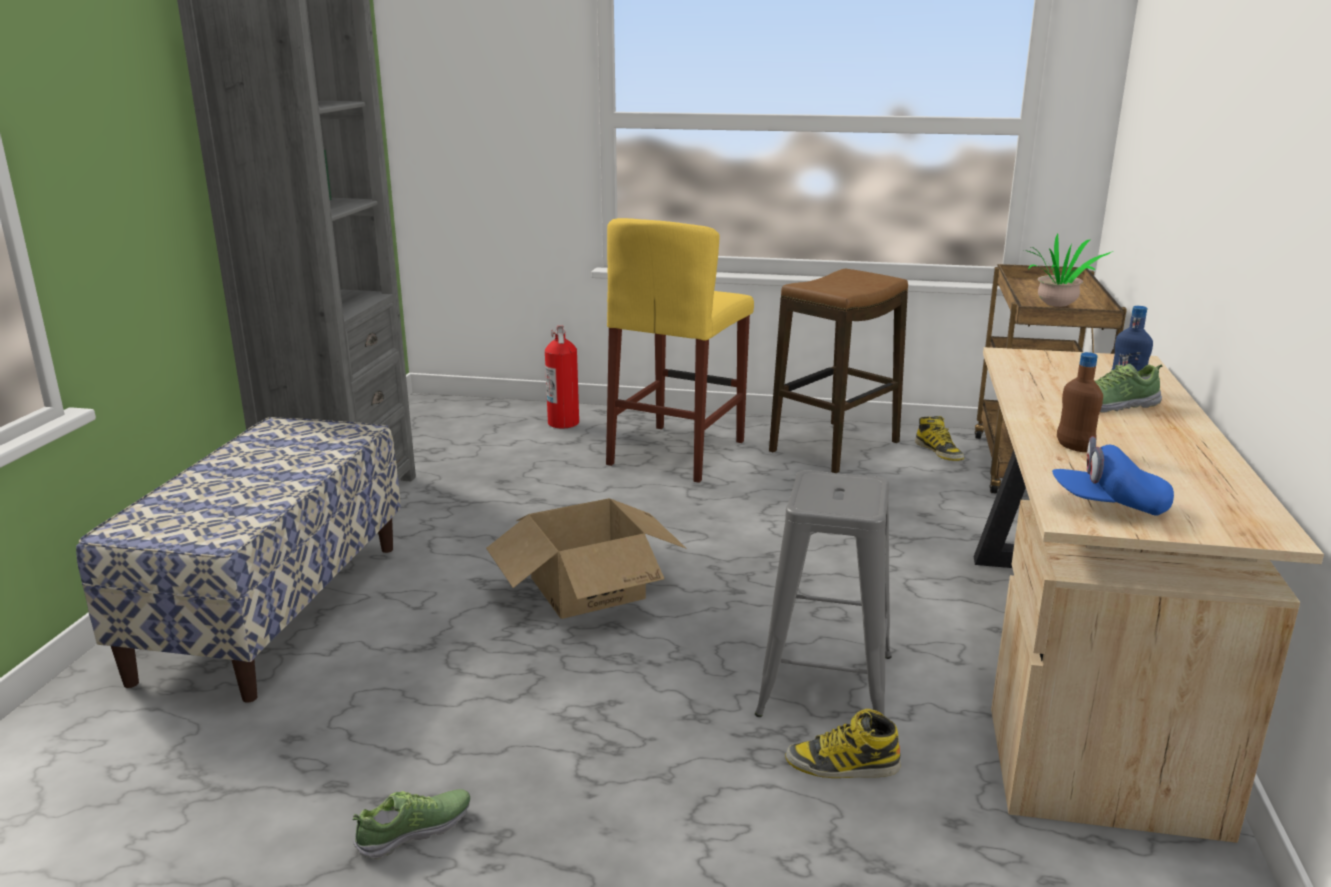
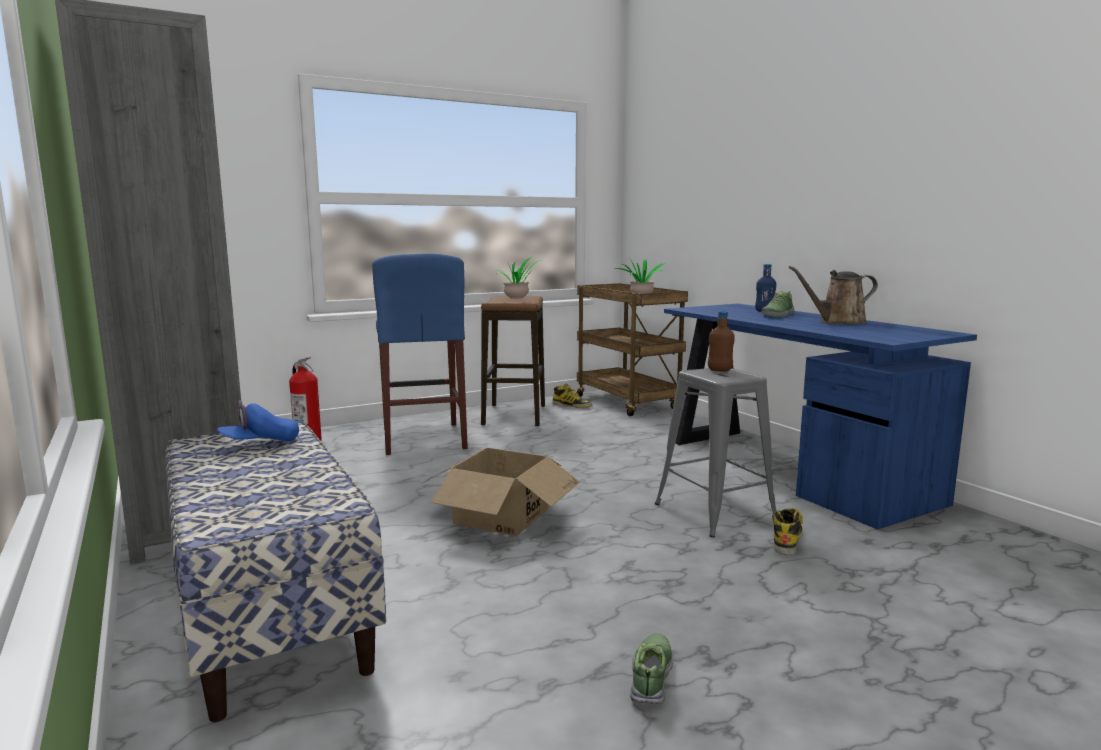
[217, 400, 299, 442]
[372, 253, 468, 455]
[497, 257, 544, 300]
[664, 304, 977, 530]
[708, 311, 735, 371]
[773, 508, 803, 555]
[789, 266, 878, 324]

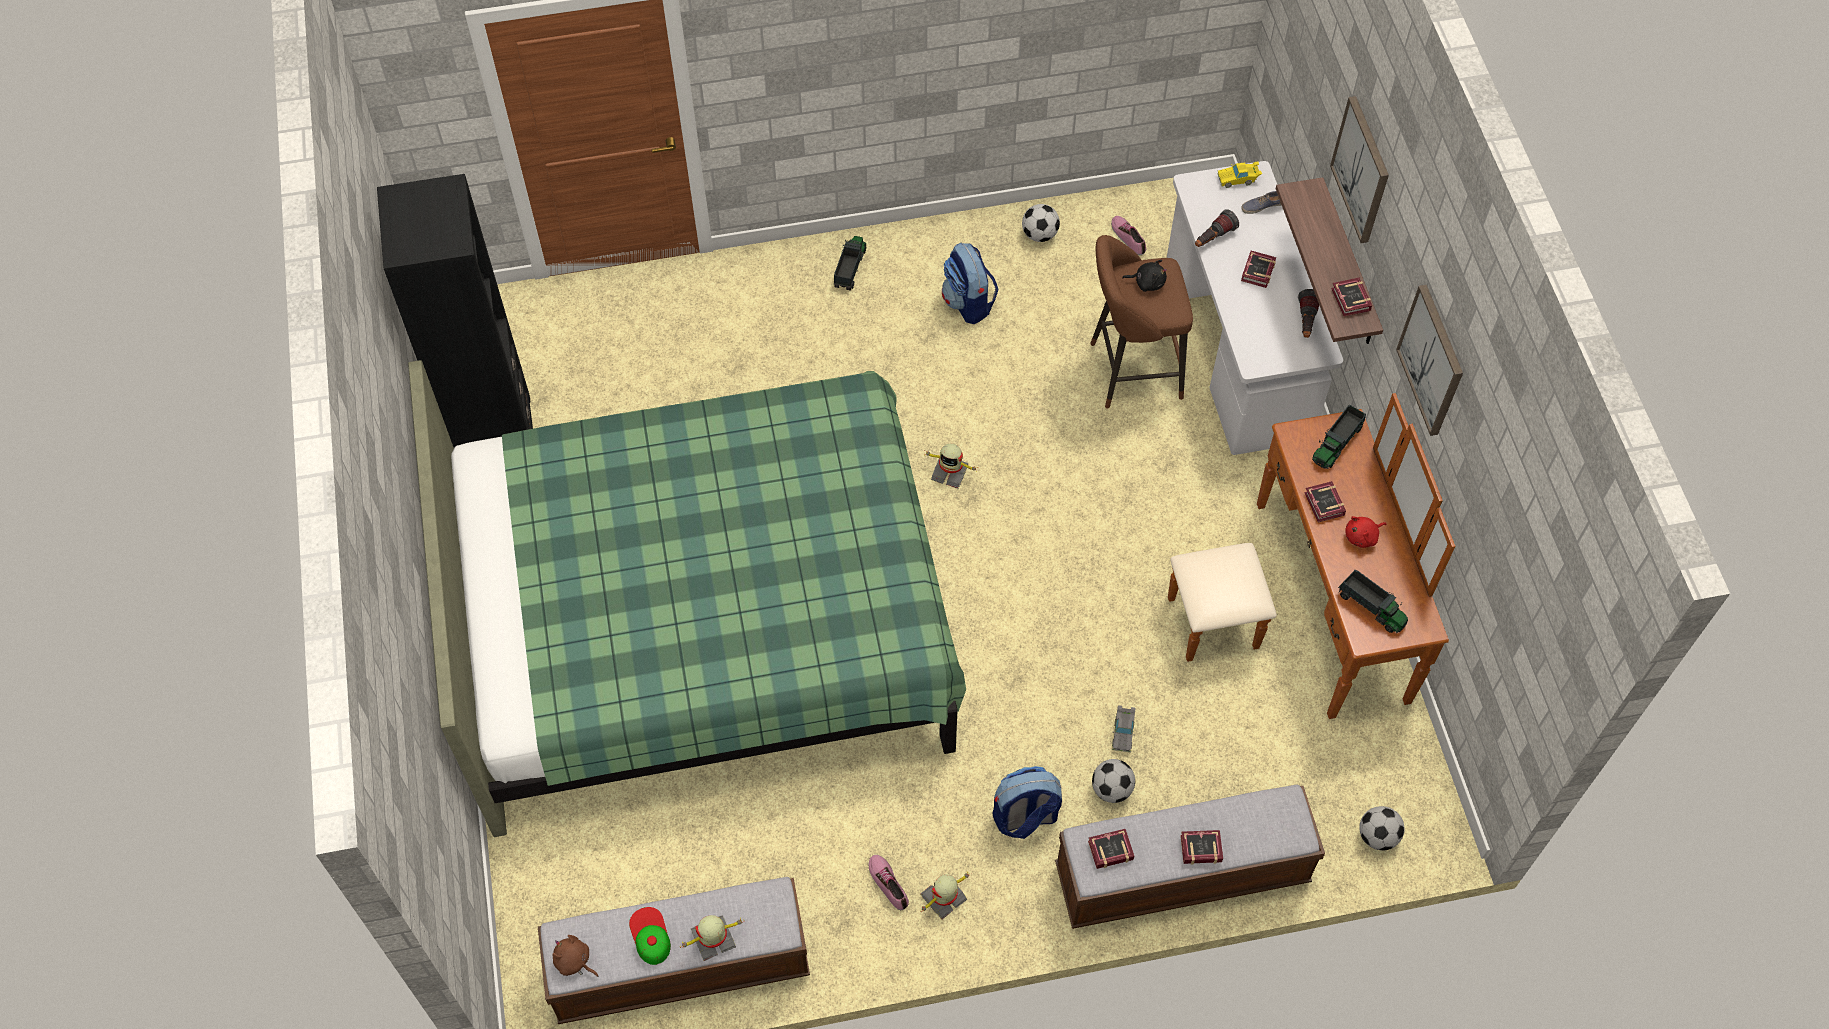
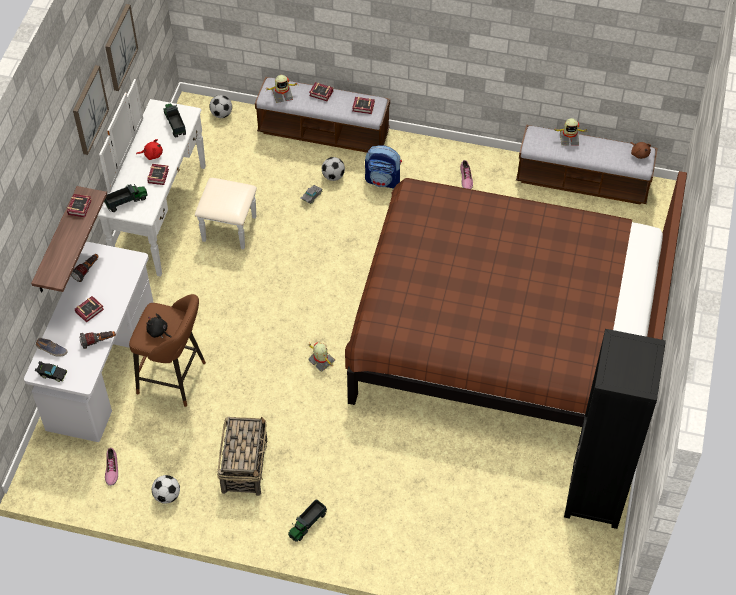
[35, 361, 67, 382]
[98, 79, 257, 277]
[105, 4, 138, 91]
[217, 417, 267, 496]
[265, 75, 298, 103]
[345, 171, 687, 427]
[629, 907, 671, 965] (first image)

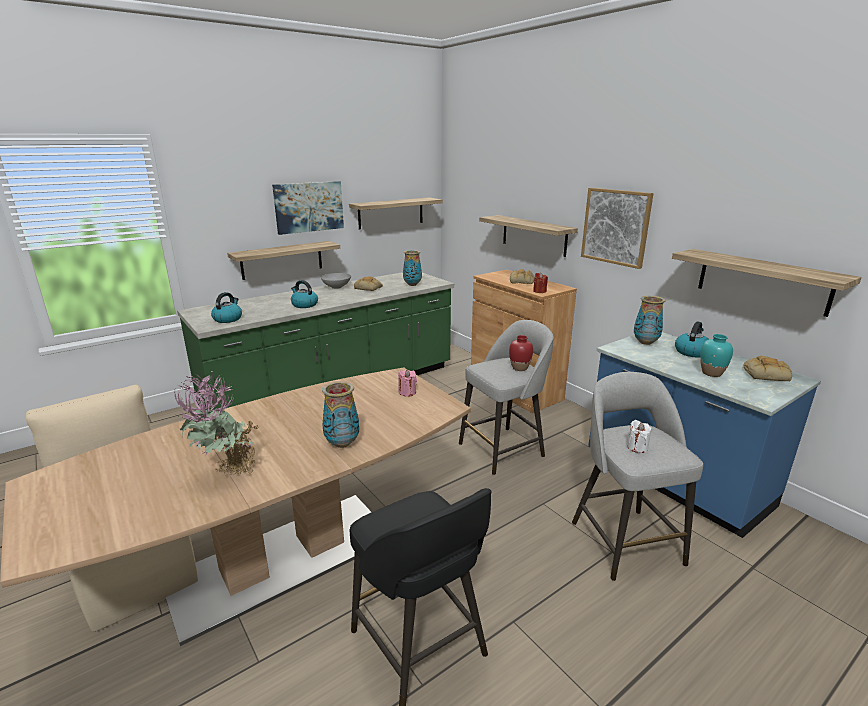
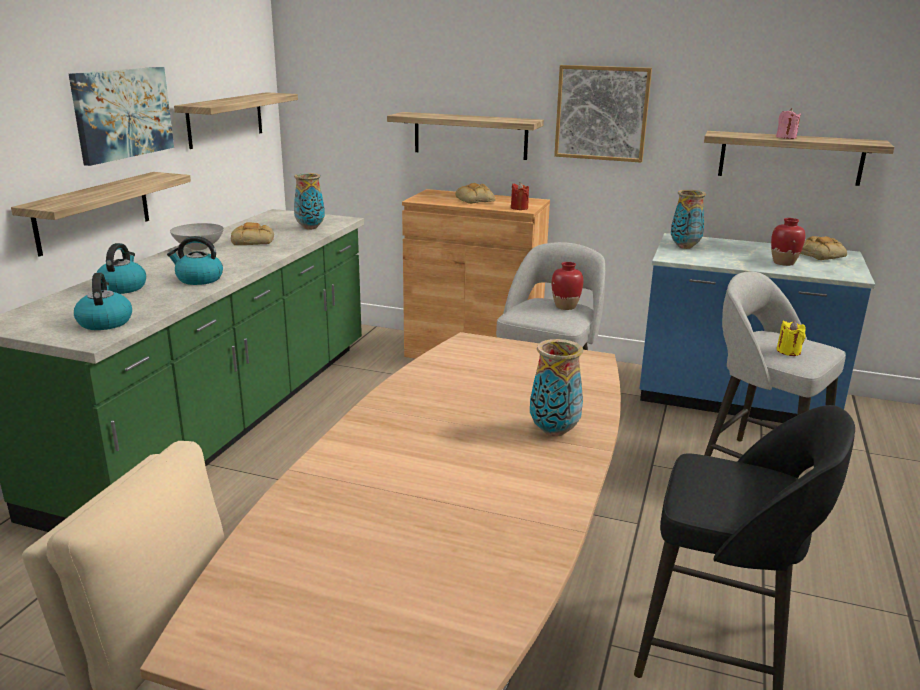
[96, 243, 146, 294]
[771, 218, 805, 266]
[776, 108, 801, 139]
[777, 321, 806, 356]
[174, 374, 258, 479] (first image)

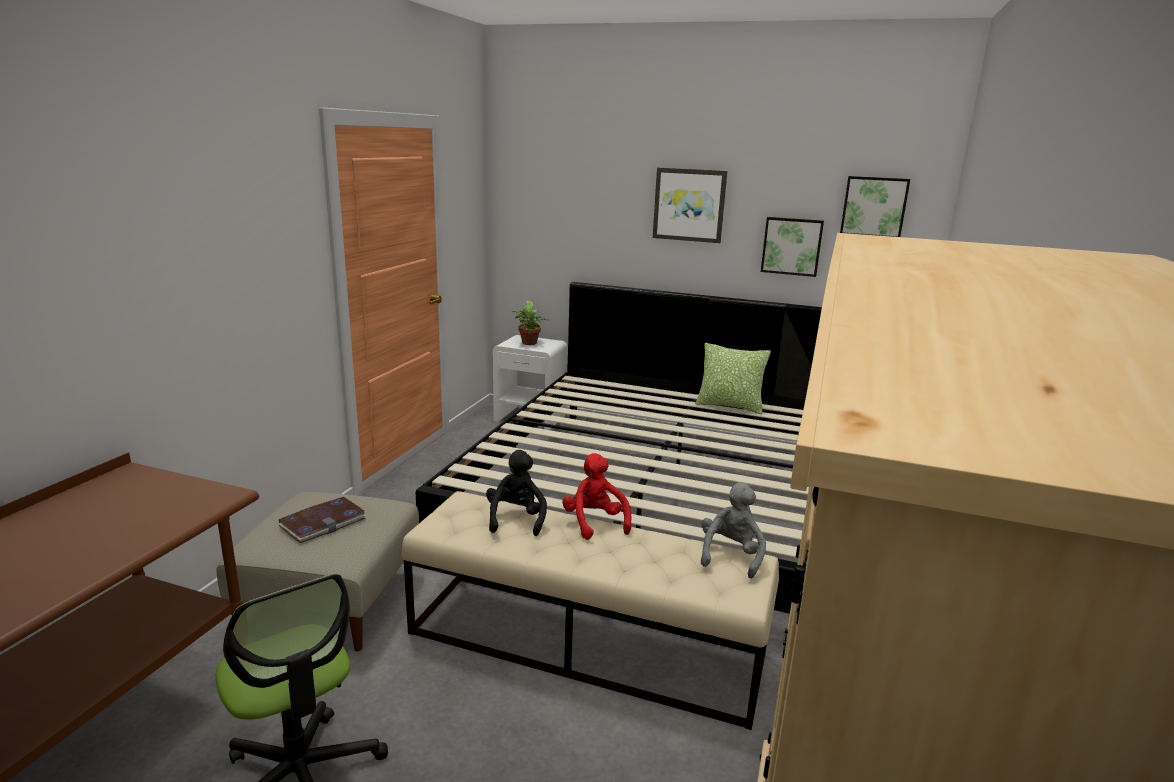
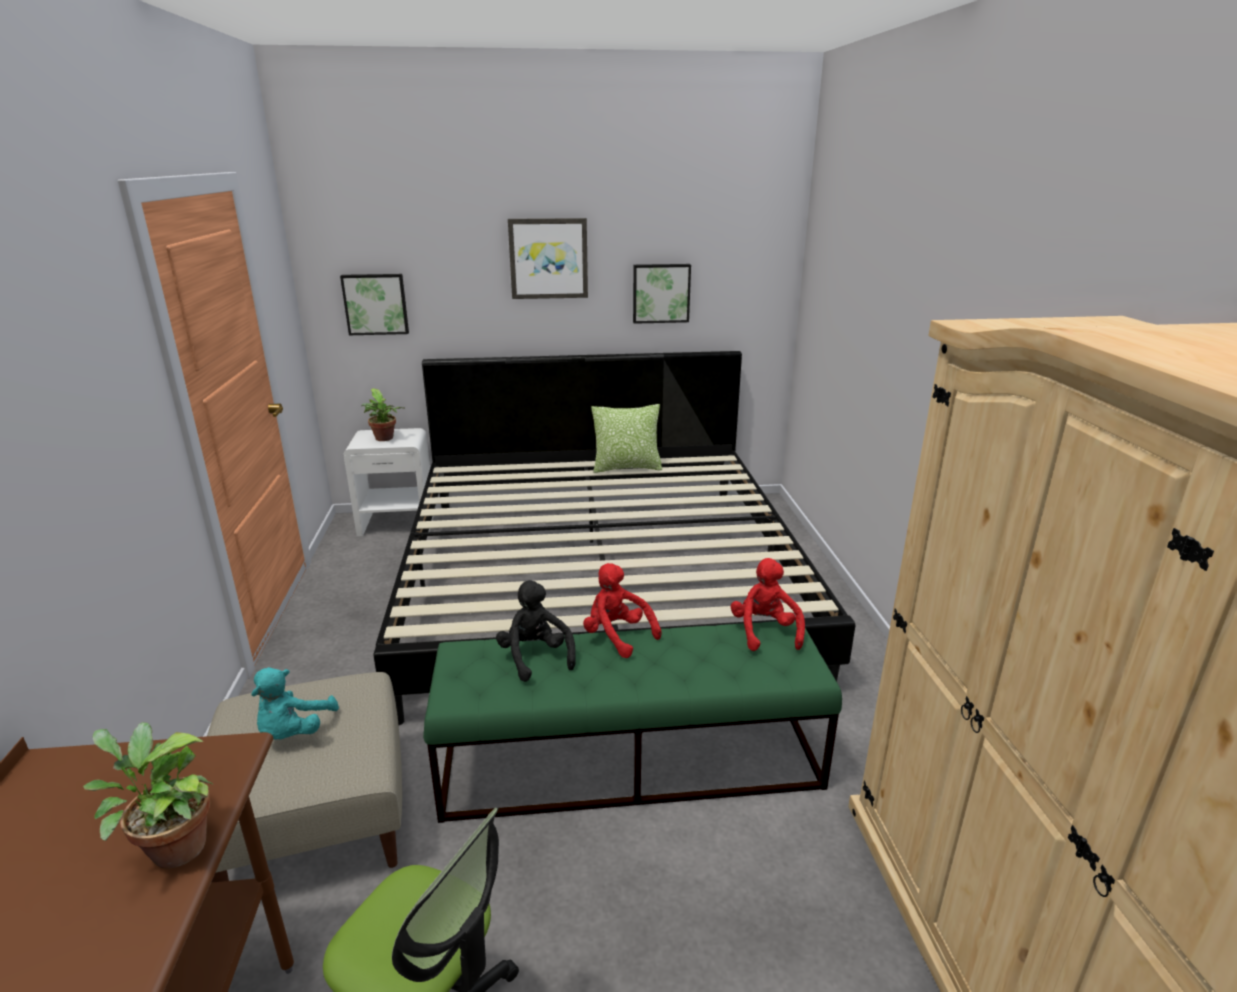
[83, 722, 213, 869]
[251, 667, 339, 740]
[340, 274, 409, 335]
[423, 620, 842, 823]
[731, 558, 805, 651]

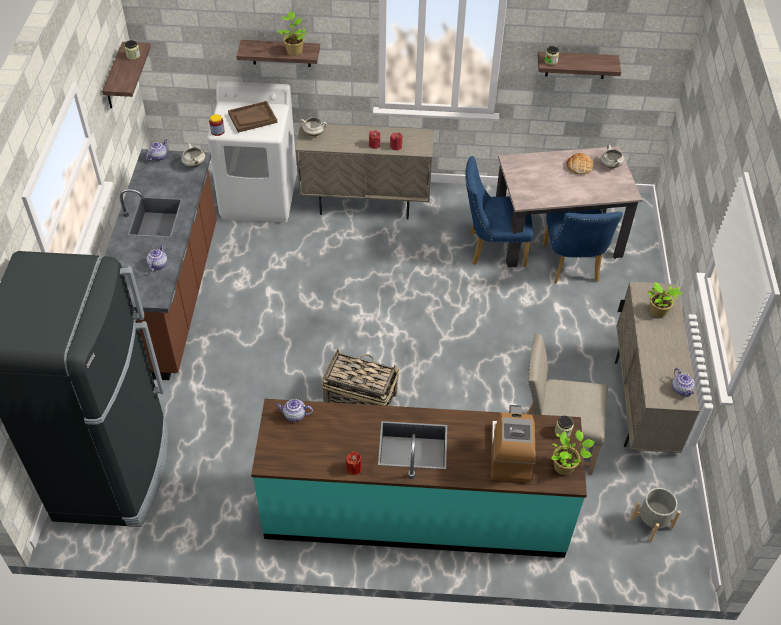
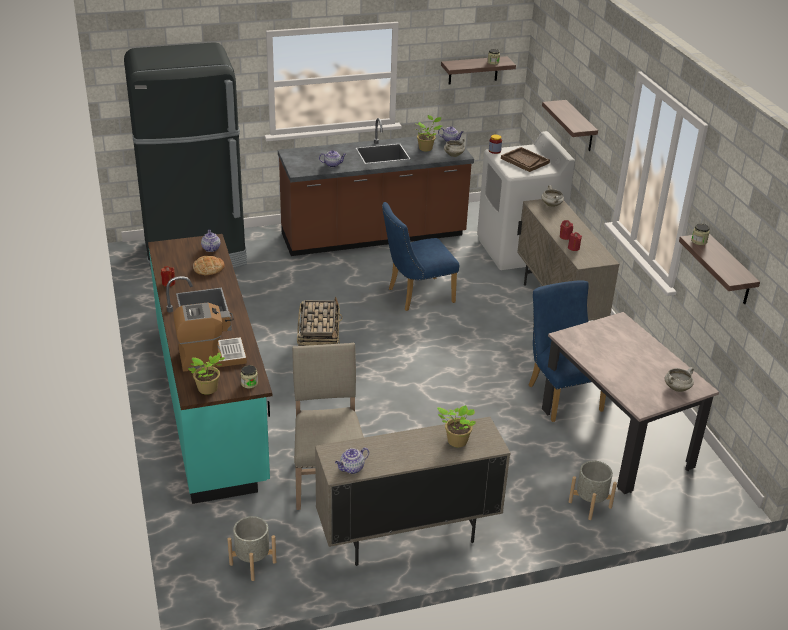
[193, 256, 225, 275]
[382, 202, 459, 311]
[415, 115, 442, 151]
[569, 461, 617, 520]

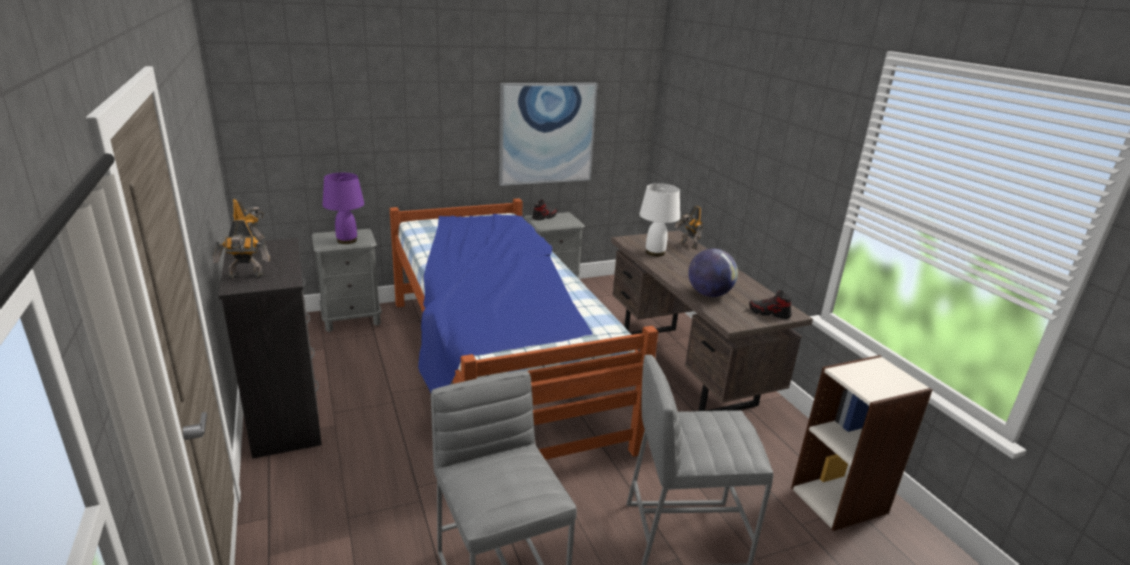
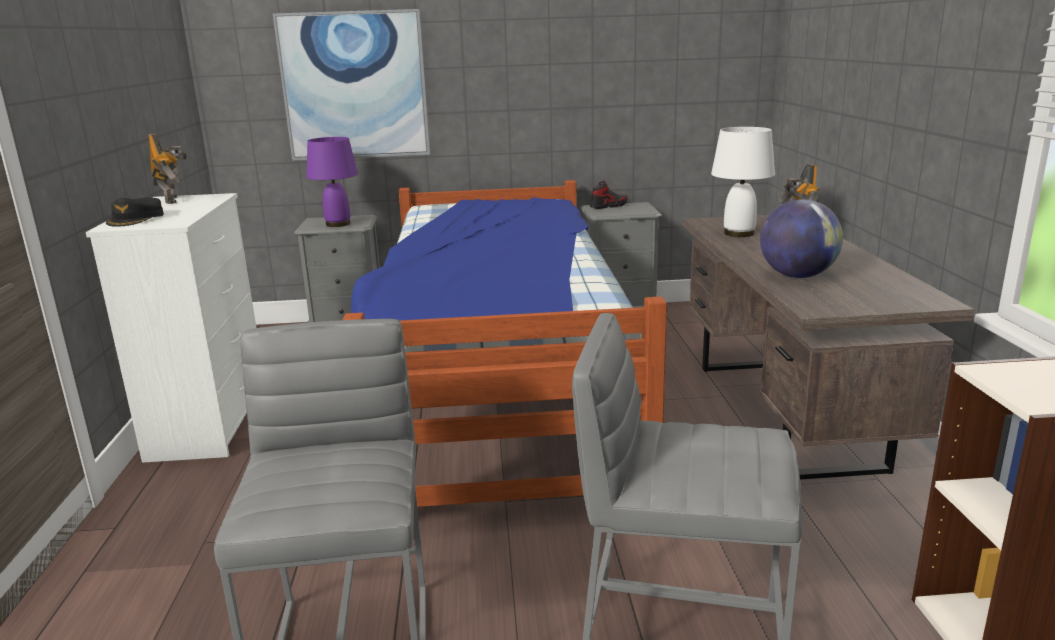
[86, 193, 256, 463]
[106, 198, 164, 227]
[273, 9, 430, 161]
[749, 290, 792, 319] (first image)

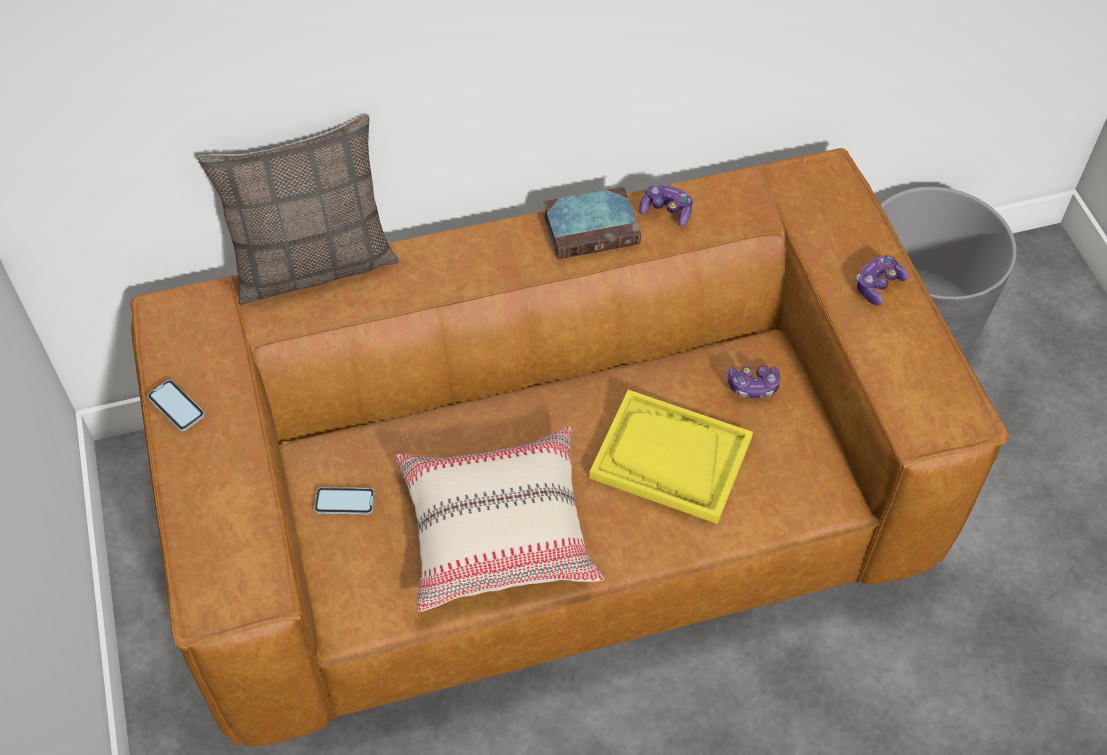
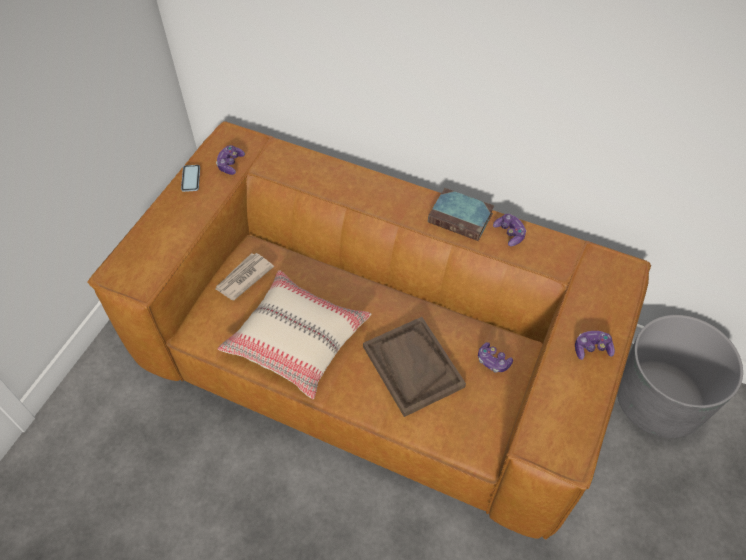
[215, 253, 274, 300]
[216, 145, 245, 175]
[363, 317, 466, 417]
[198, 115, 399, 305] (first image)

